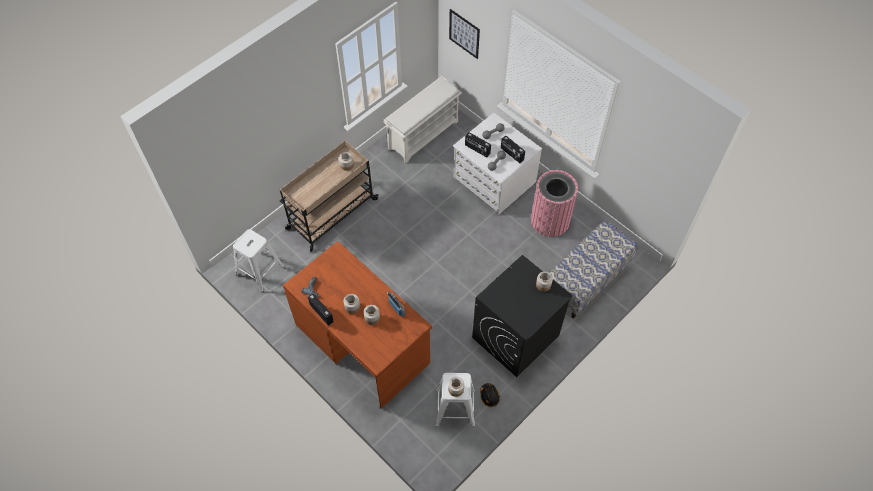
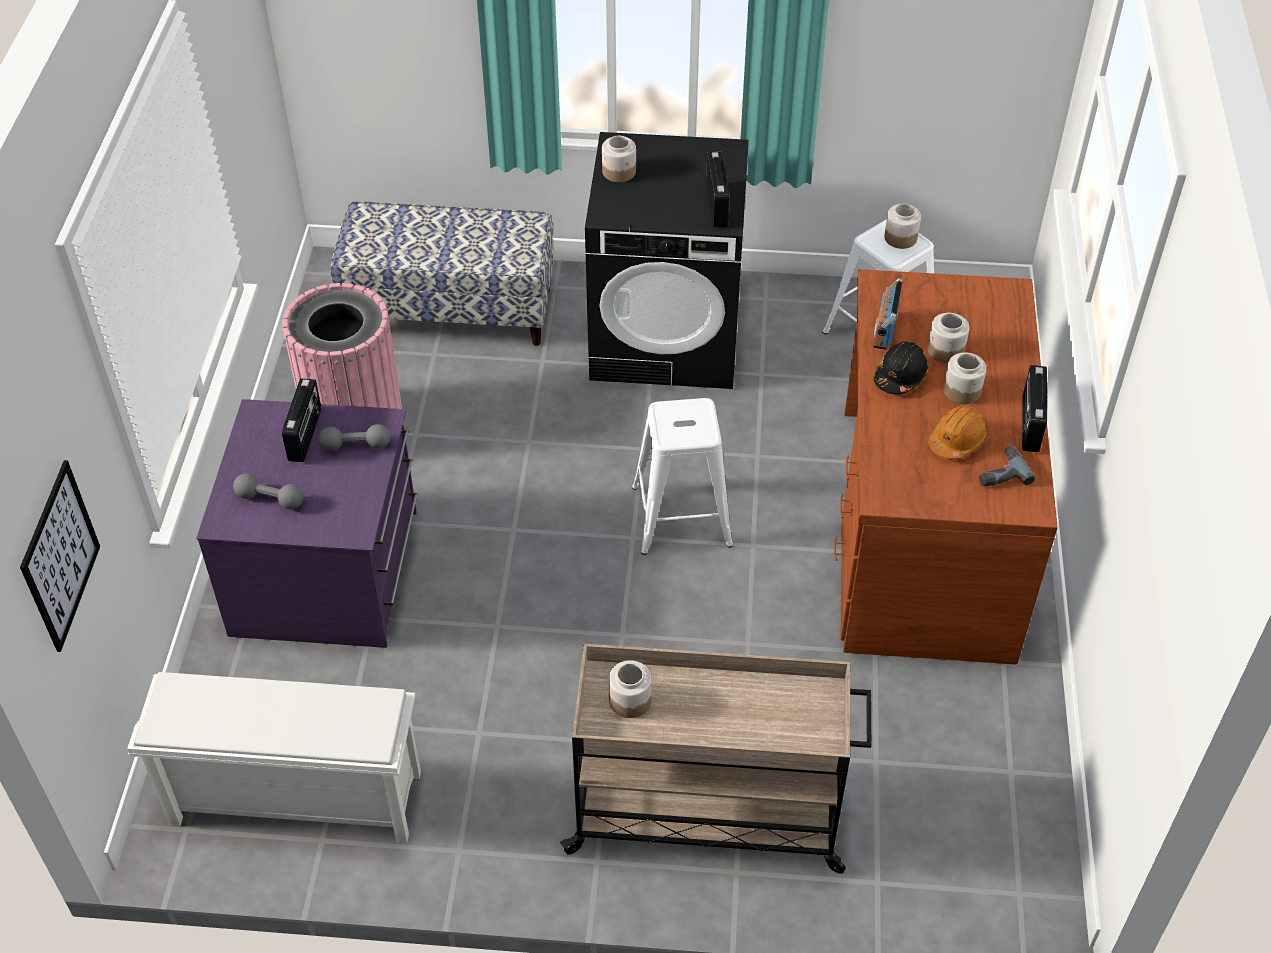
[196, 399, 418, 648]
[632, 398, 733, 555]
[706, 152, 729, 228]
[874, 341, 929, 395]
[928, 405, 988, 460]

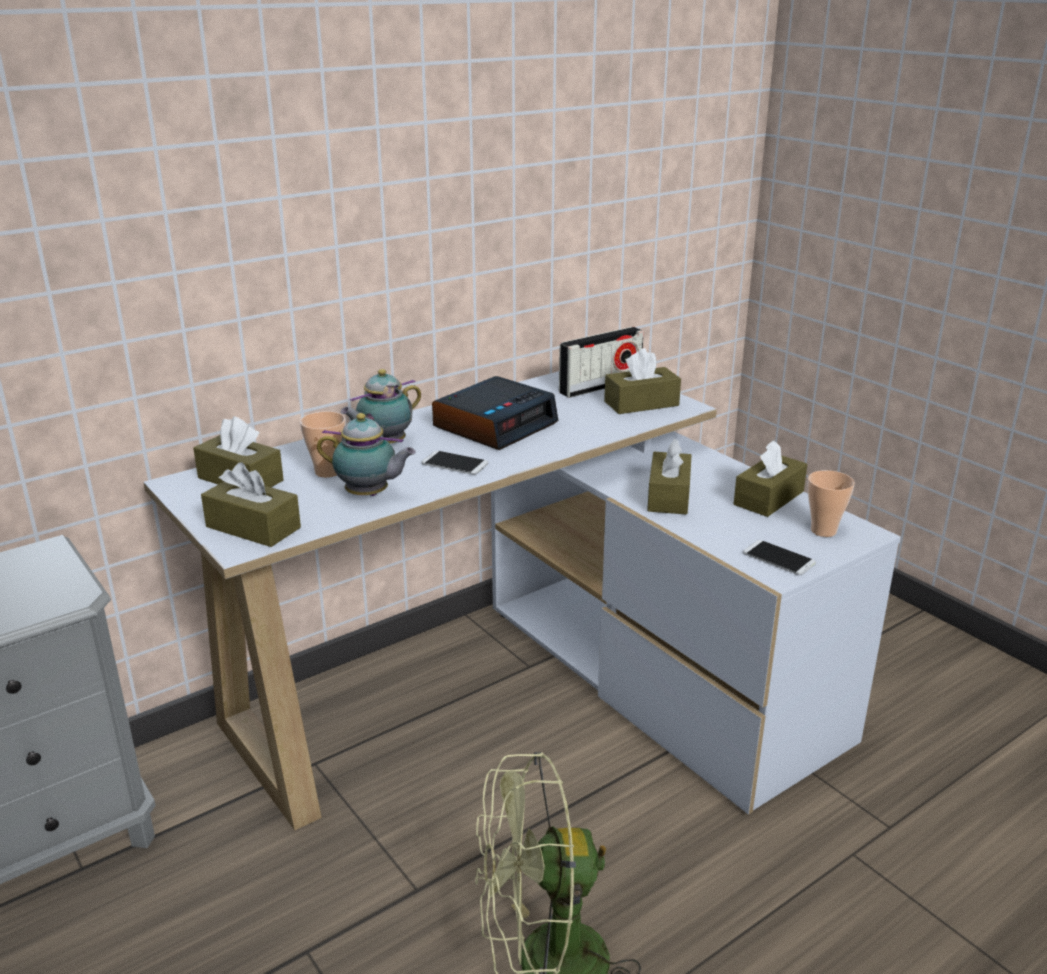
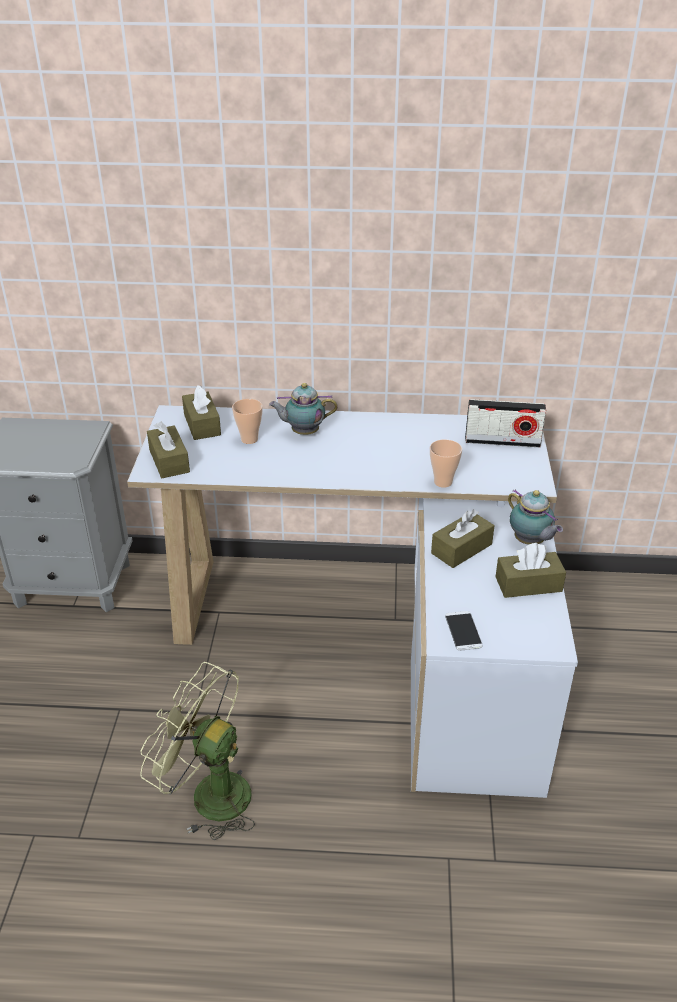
[430, 439, 462, 488]
[508, 490, 563, 545]
[422, 451, 488, 475] (first image)
[432, 376, 558, 450] (first image)
[604, 348, 681, 414] (first image)

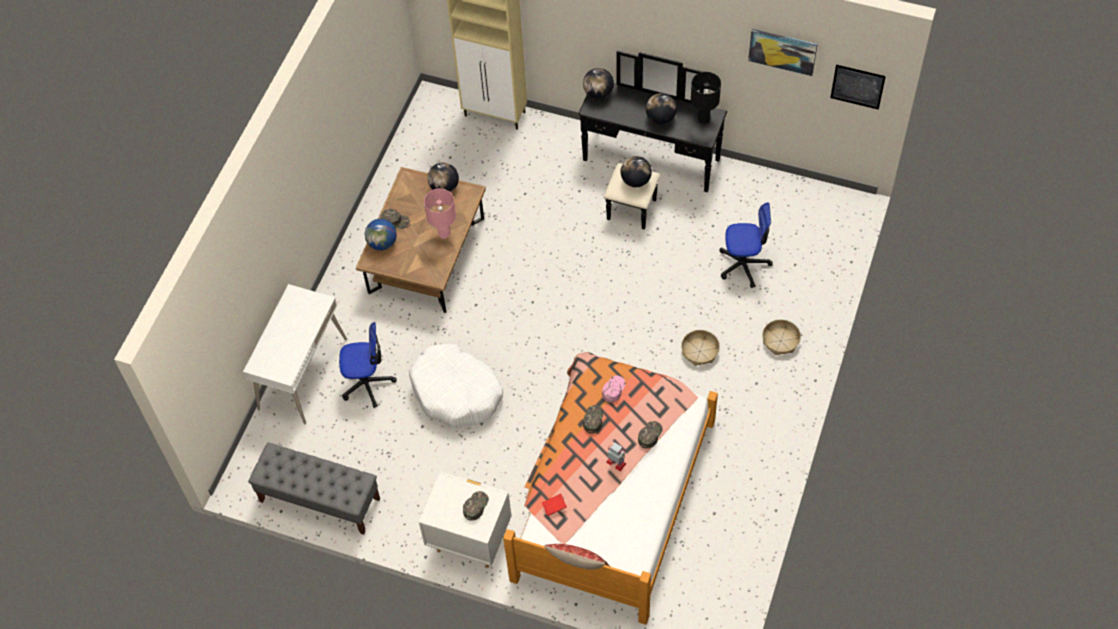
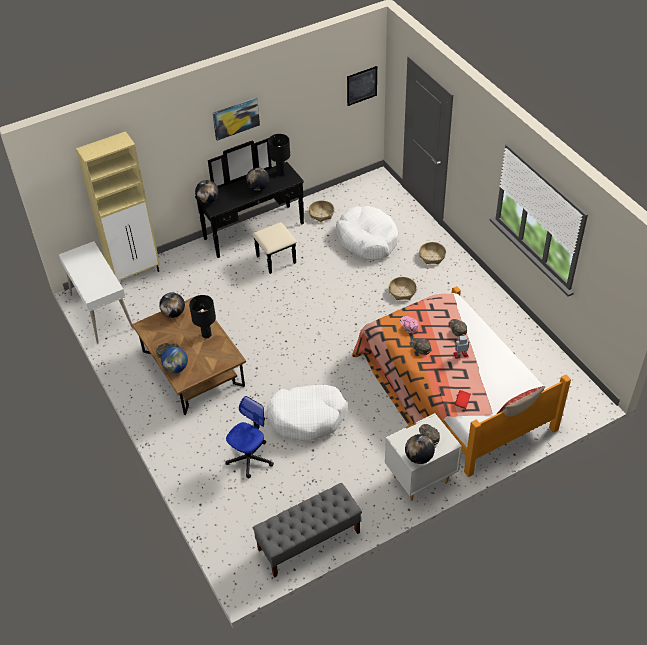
[59, 241, 134, 343]
[189, 295, 216, 338]
[213, 98, 260, 141]
[308, 200, 334, 222]
[336, 206, 398, 260]
[405, 434, 435, 464]

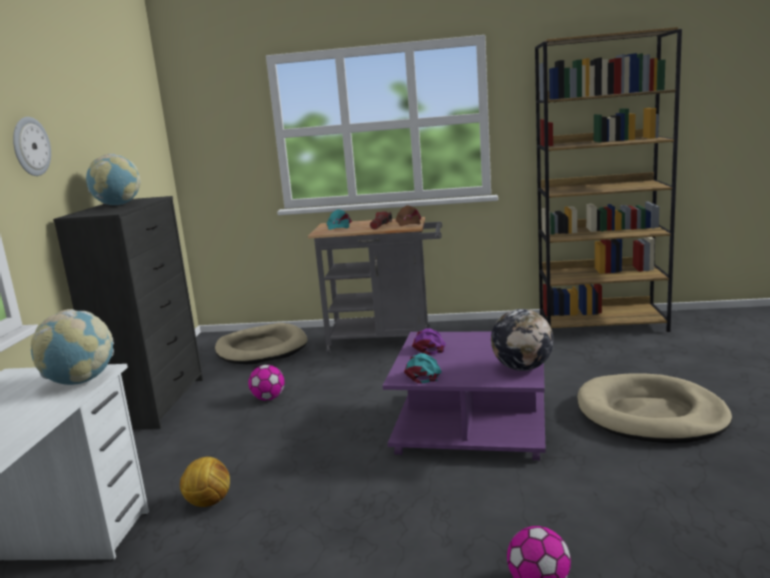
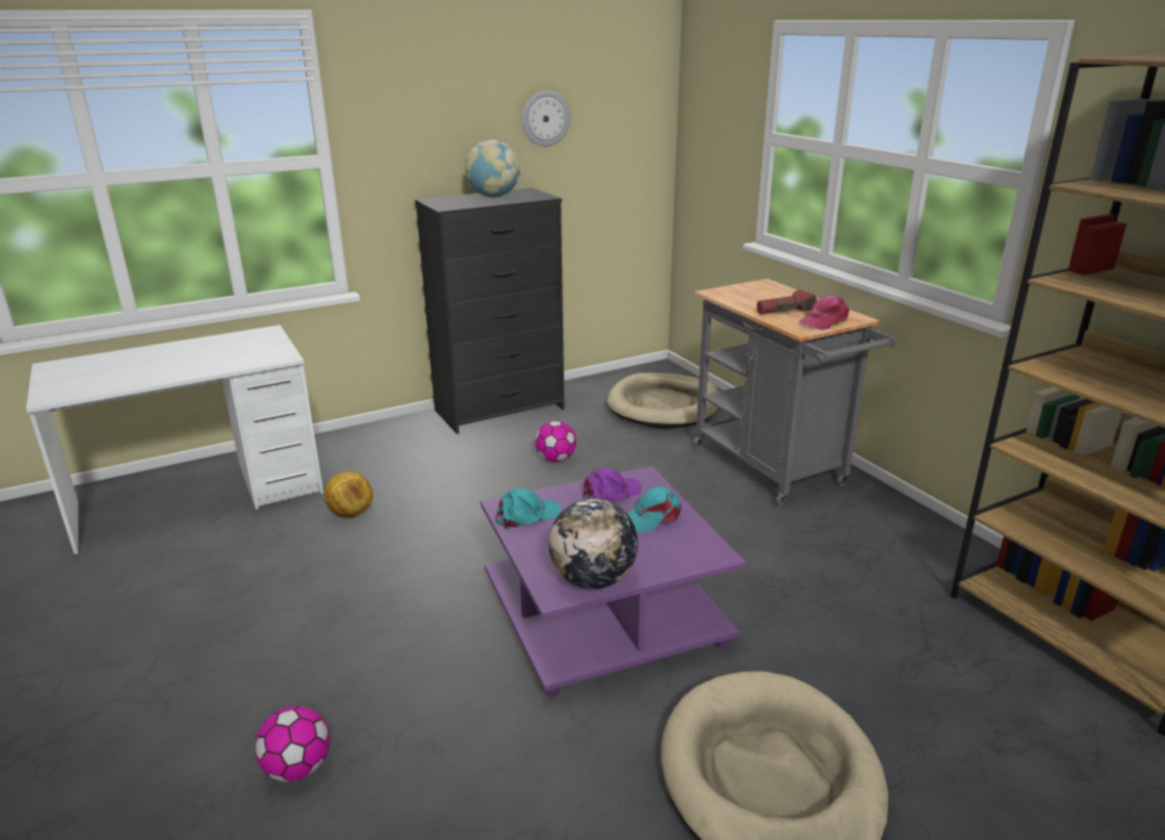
[522, 90, 570, 147]
[627, 486, 681, 533]
[799, 294, 849, 330]
[31, 309, 114, 385] (first image)

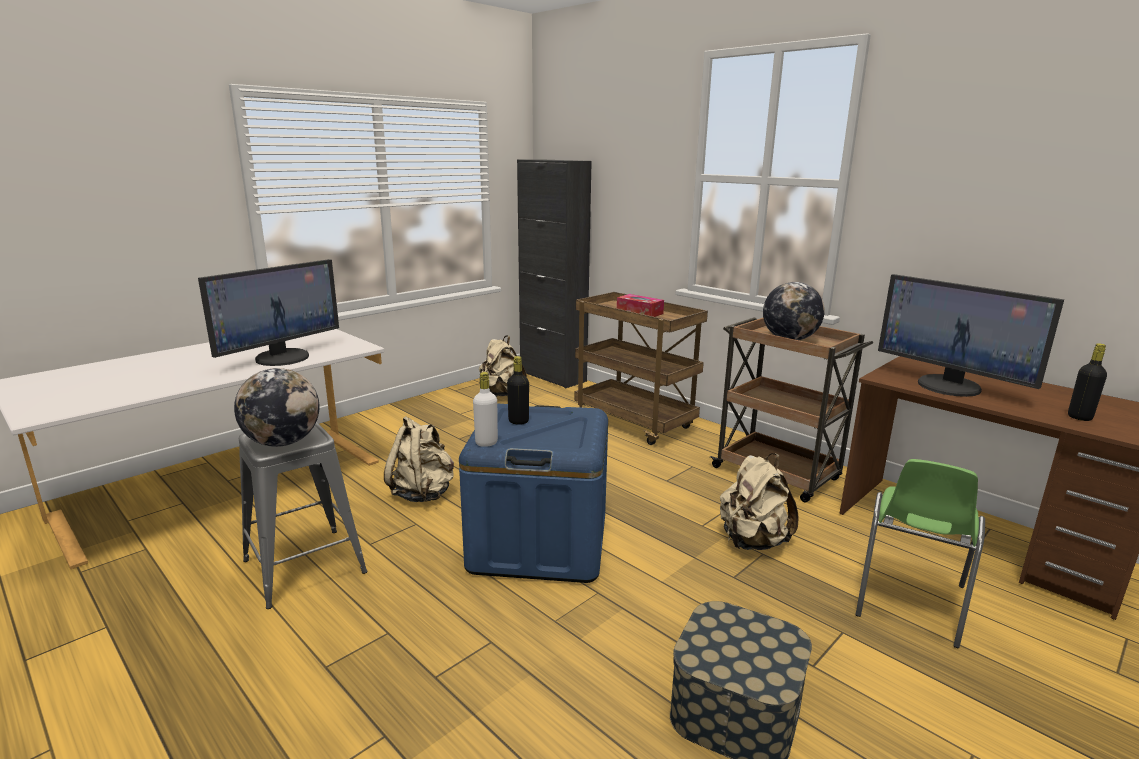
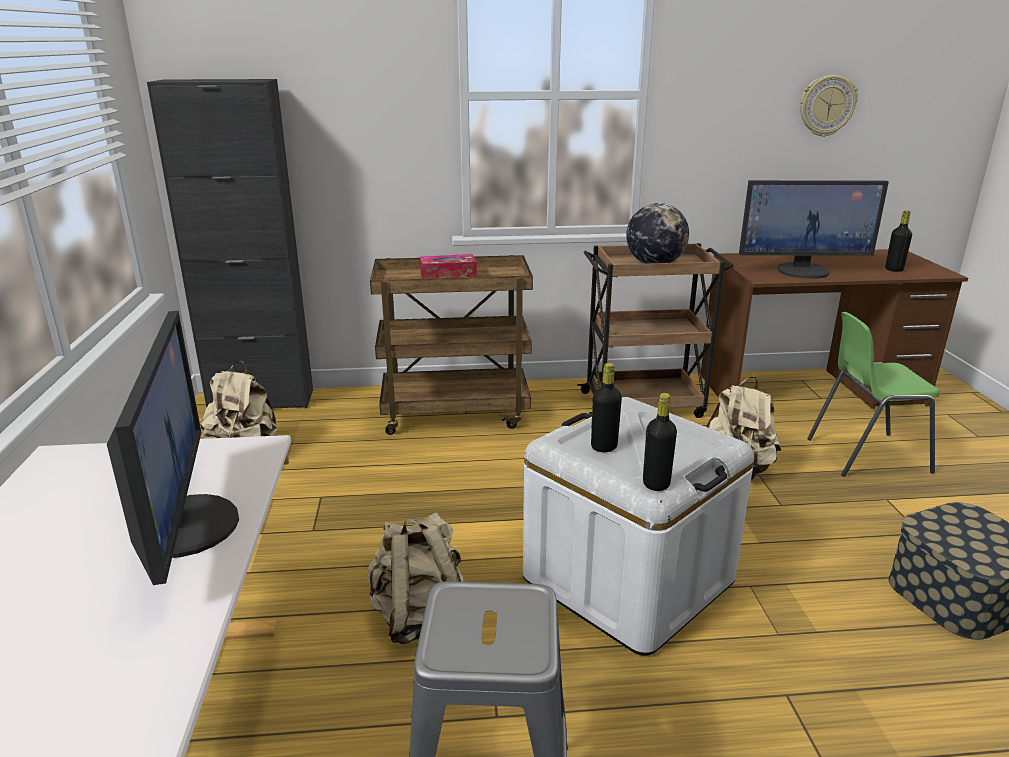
[523, 397, 754, 656]
[643, 393, 677, 491]
[800, 75, 858, 137]
[807, 312, 939, 477]
[234, 368, 319, 447] (first image)

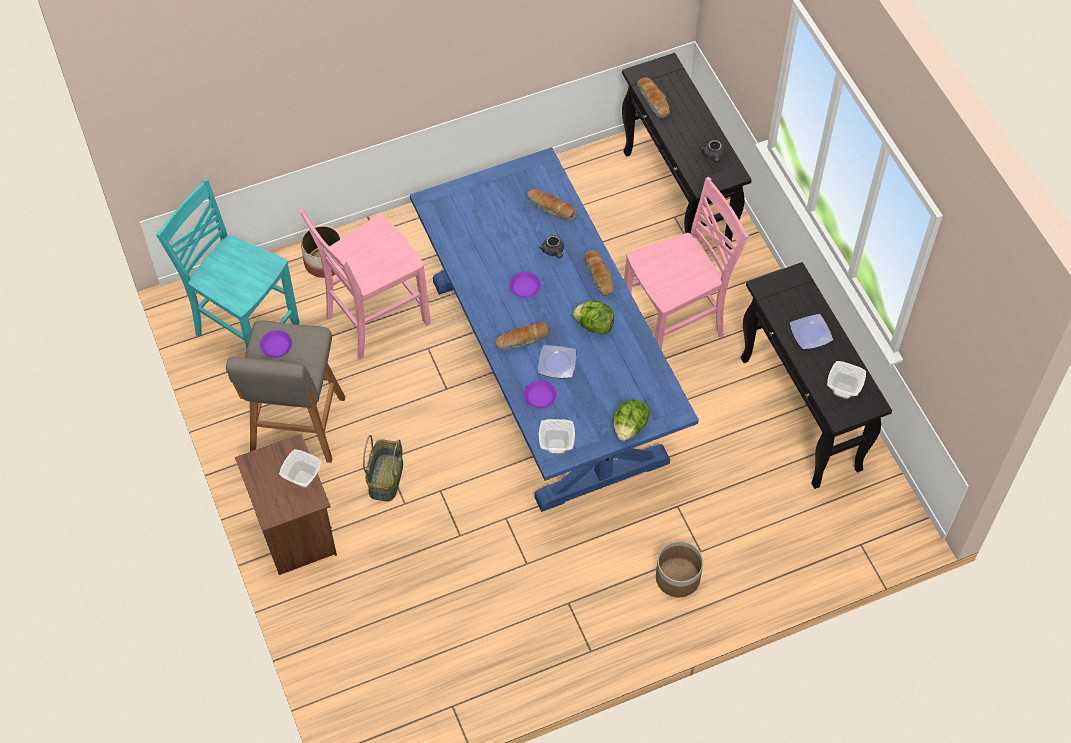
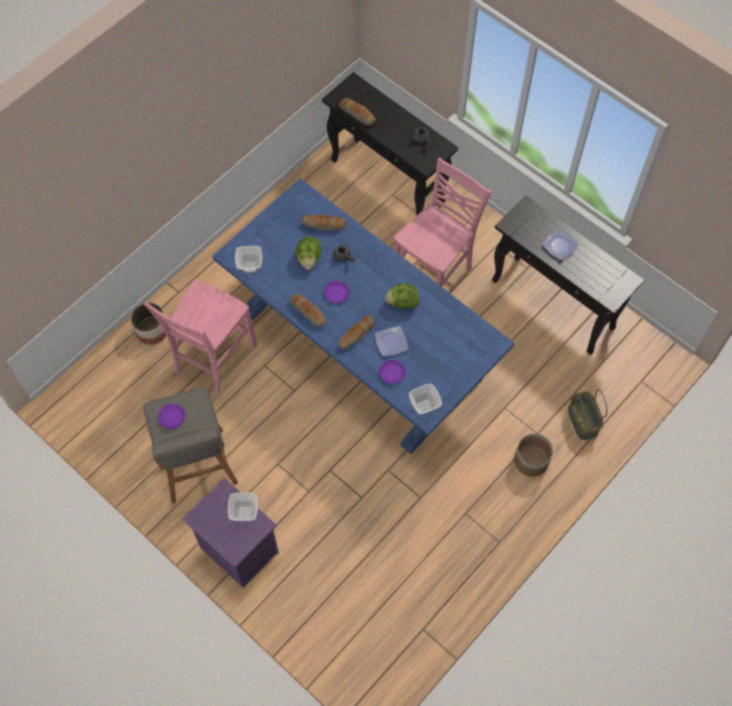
[182, 478, 279, 588]
[235, 246, 263, 273]
[290, 294, 326, 327]
[296, 236, 321, 270]
[568, 389, 607, 440]
[156, 178, 299, 349] (first image)

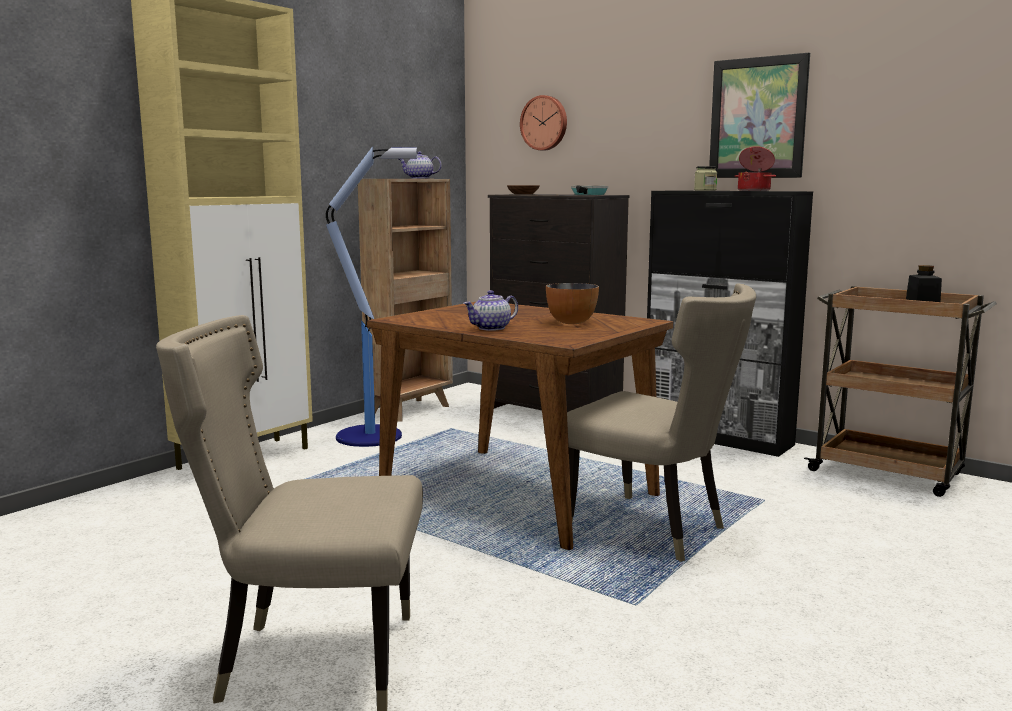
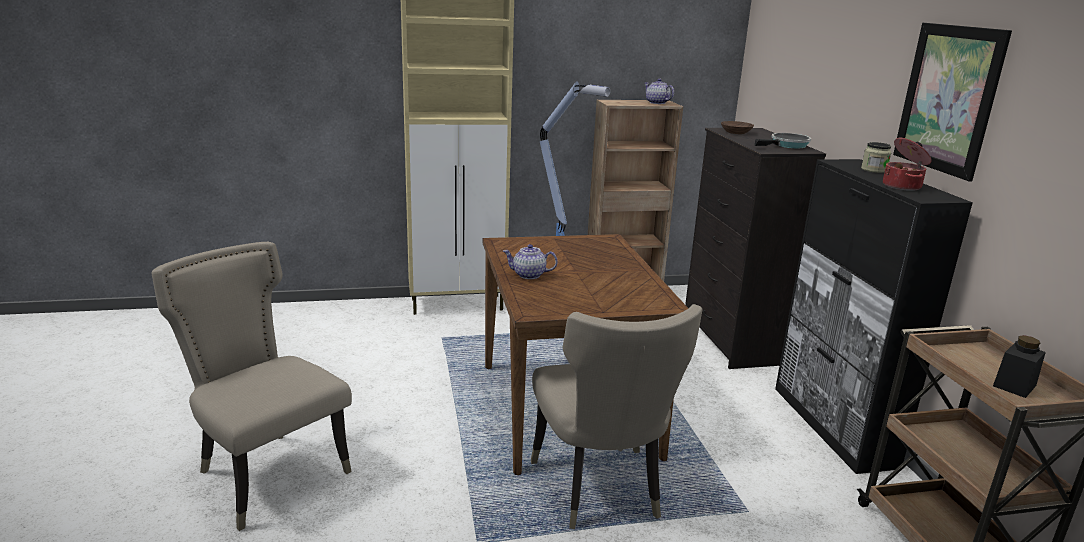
[520, 95, 567, 151] (first image)
[546, 283, 599, 324] (first image)

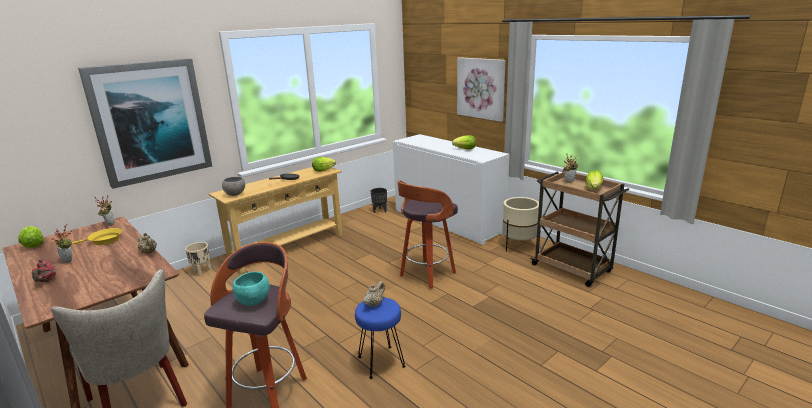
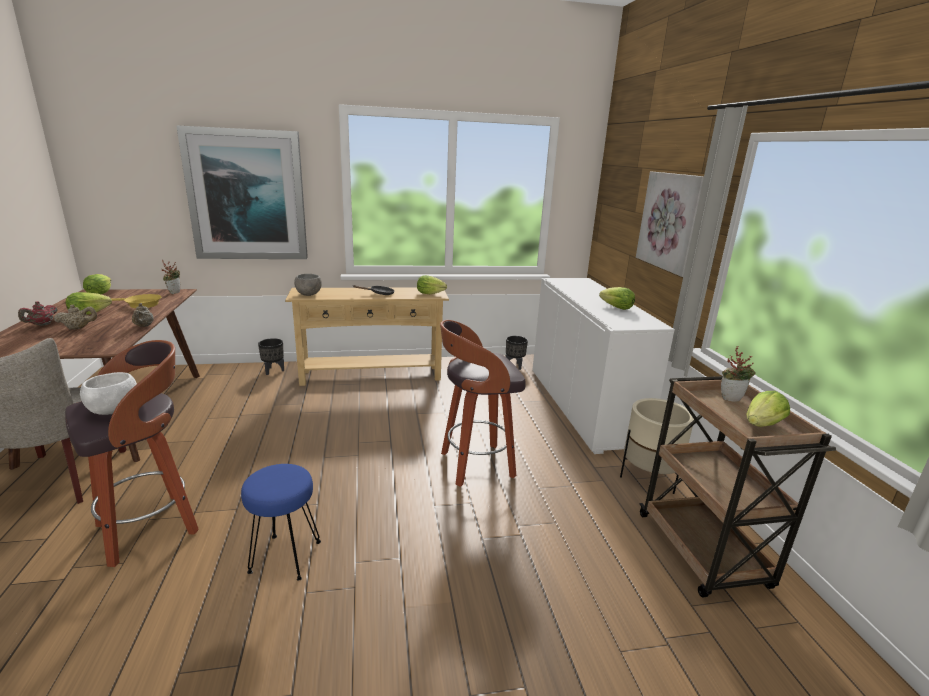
[54, 304, 97, 329]
[66, 292, 112, 315]
[80, 372, 137, 415]
[258, 338, 284, 375]

